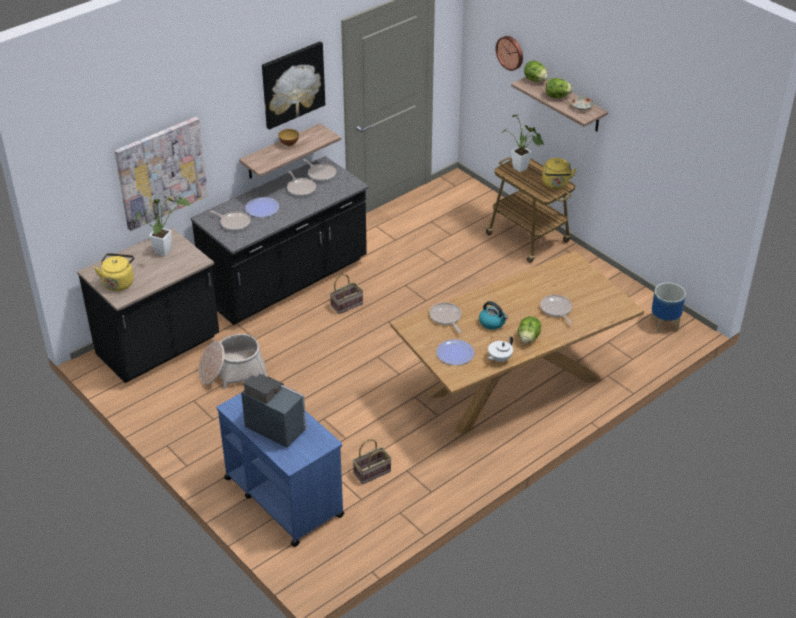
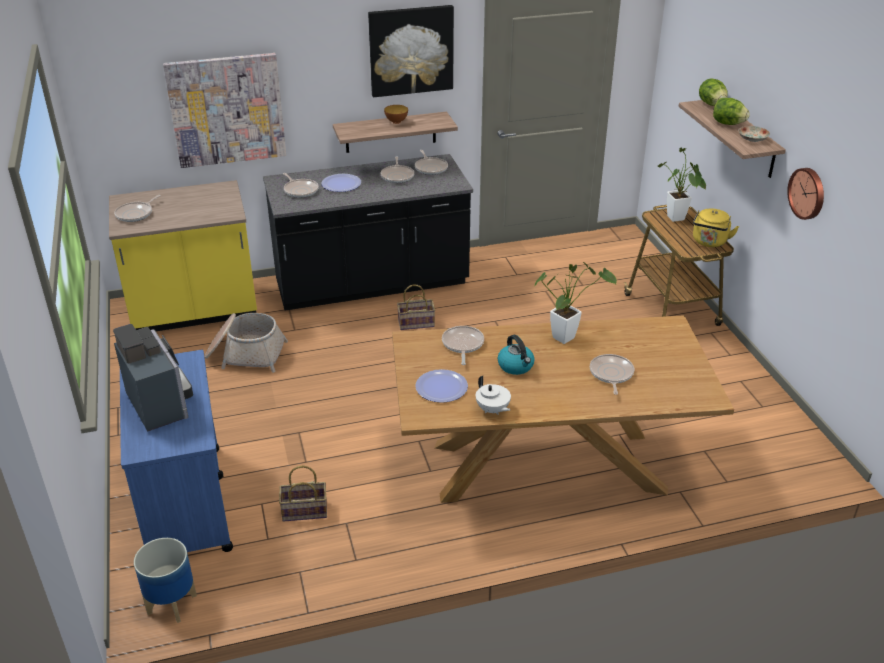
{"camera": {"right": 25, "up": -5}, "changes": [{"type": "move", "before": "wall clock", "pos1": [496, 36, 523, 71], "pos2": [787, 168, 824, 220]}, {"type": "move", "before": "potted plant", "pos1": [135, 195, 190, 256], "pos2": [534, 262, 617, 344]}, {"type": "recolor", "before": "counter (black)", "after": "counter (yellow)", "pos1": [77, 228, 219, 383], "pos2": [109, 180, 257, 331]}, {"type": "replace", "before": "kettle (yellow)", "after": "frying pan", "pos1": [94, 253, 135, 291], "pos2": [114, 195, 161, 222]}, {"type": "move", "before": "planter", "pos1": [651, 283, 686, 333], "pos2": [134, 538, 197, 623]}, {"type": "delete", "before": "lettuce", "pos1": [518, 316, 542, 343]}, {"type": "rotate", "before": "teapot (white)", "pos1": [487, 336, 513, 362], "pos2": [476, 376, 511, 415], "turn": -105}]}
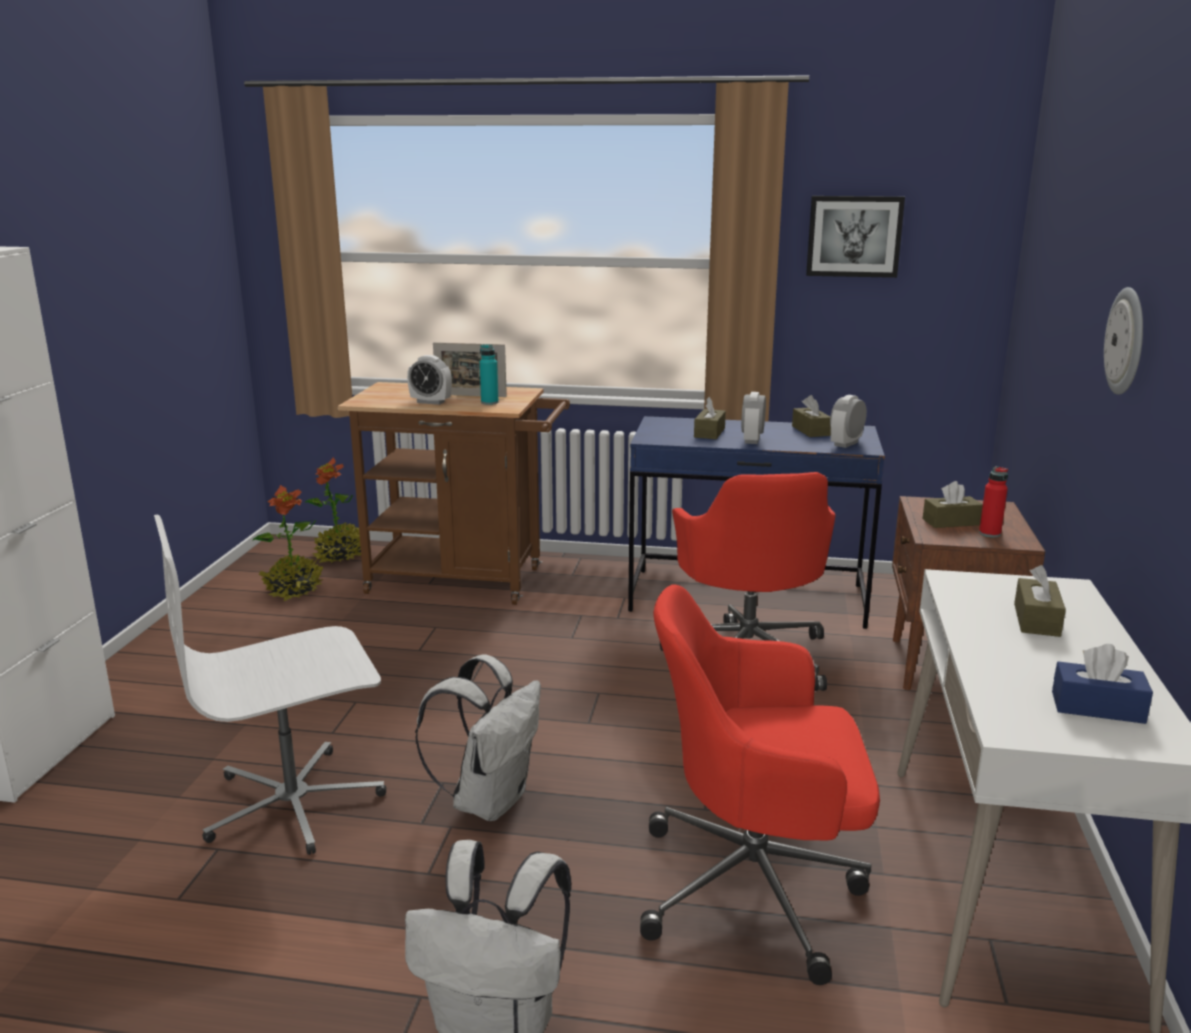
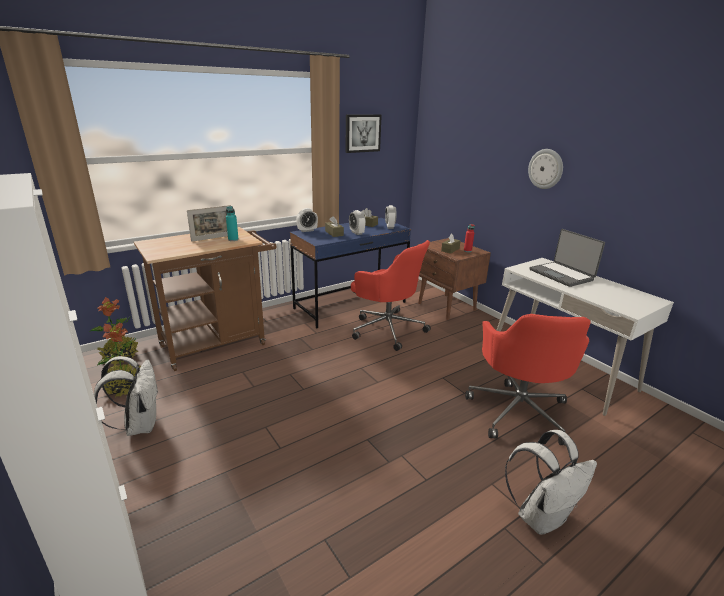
{"camera": {"right": -45, "up": 5}, "changes": [{"type": "move", "before": "alarm clock", "pos1": [407, 355, 452, 405], "pos2": [296, 208, 318, 232]}, {"type": "delete", "before": "office chair (white)", "pos1": [154, 515, 386, 855]}, {"type": "replace", "before": "tissue box (brown)", "after": "laptop", "pos1": [1014, 565, 1066, 637], "pos2": [530, 229, 605, 287]}, {"type": "rotate", "before": "office chair (red)", "pos1": [640, 584, 880, 985], "pos2": [465, 314, 591, 446], "turn": -45}, {"type": "delete", "before": "tissue box (blue)", "pos1": [1052, 644, 1153, 724]}, {"type": "move", "before": "backpack (white)", "pos1": [415, 654, 541, 821], "pos2": [94, 356, 159, 436]}]}
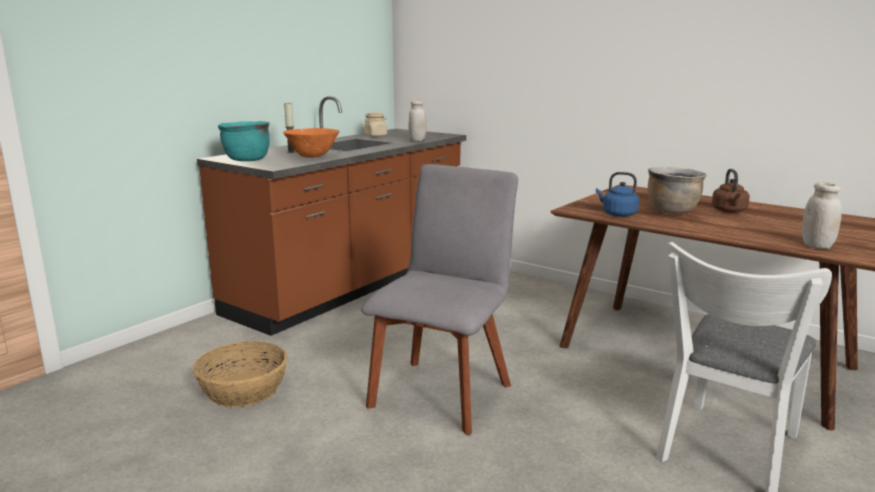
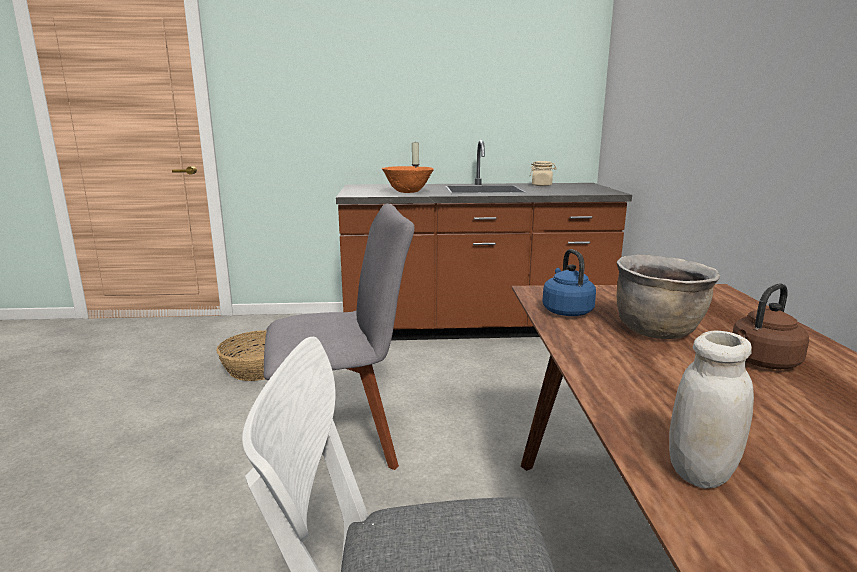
{"camera": {"right": 50, "up": 0}, "changes": [{"type": "delete", "before": "jar (white)", "pos1": [408, 100, 427, 141]}, {"type": "delete", "before": "cooking pot (turquoise)", "pos1": [218, 121, 270, 161]}]}
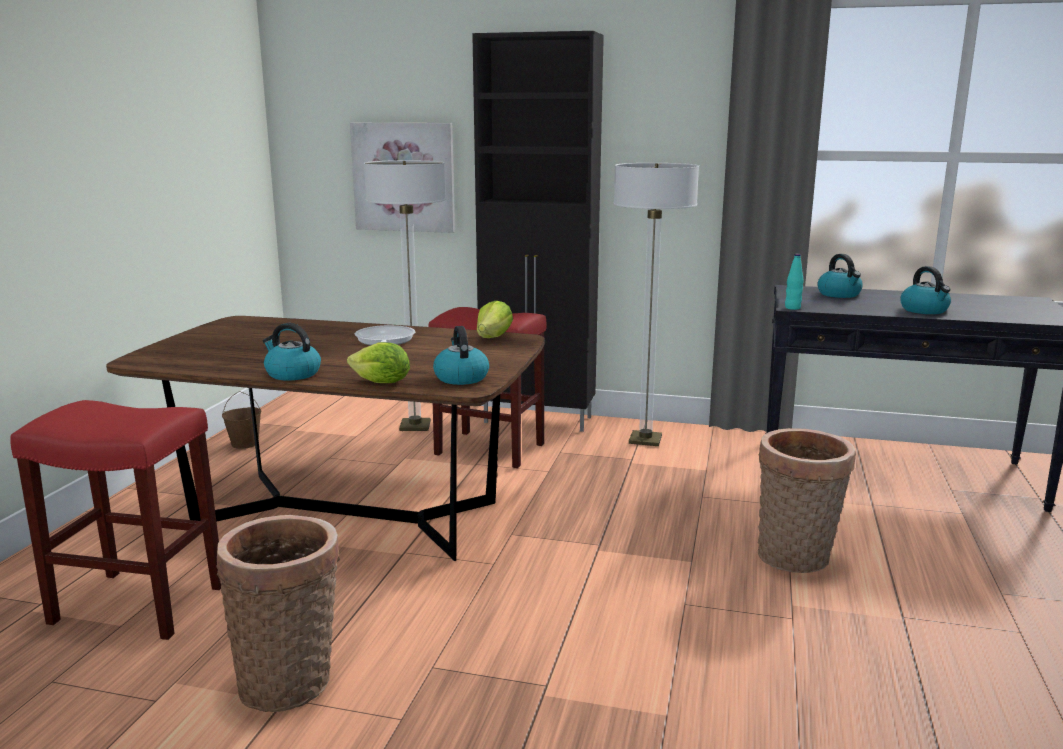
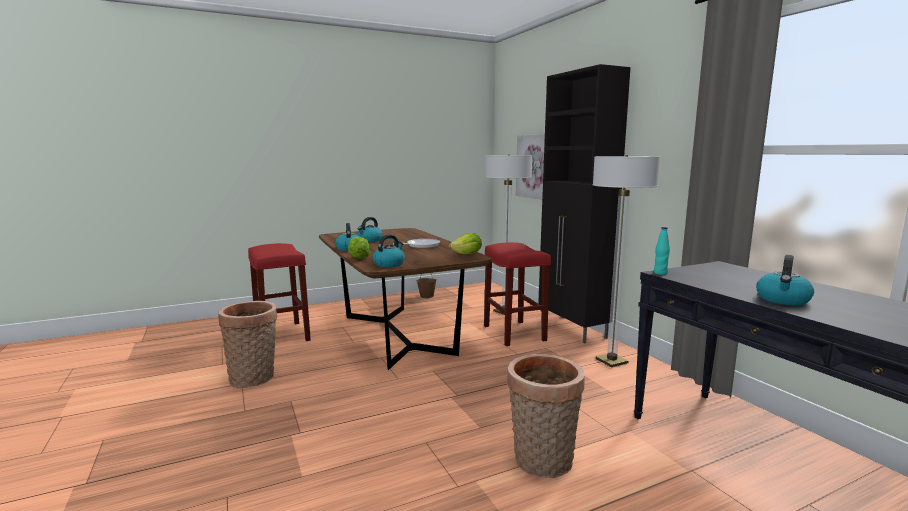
{"camera": {"right": 50, "up": -5}, "changes": [{"type": "move", "before": "kettle", "pos1": [817, 254, 863, 298], "pos2": [357, 217, 383, 242]}]}
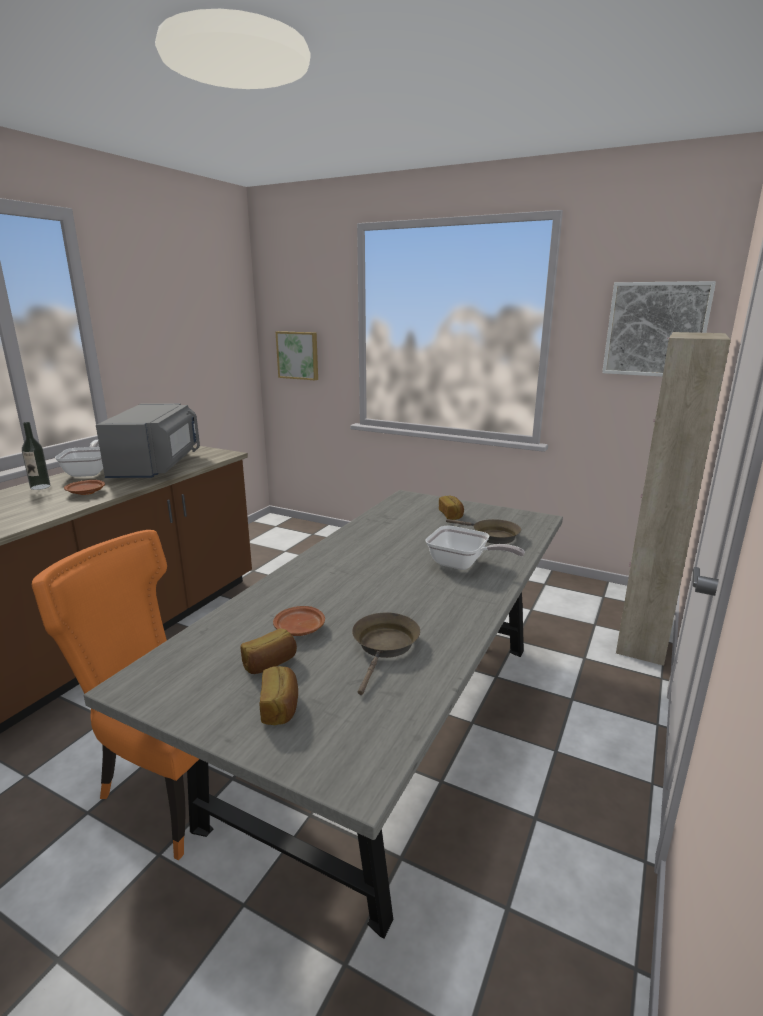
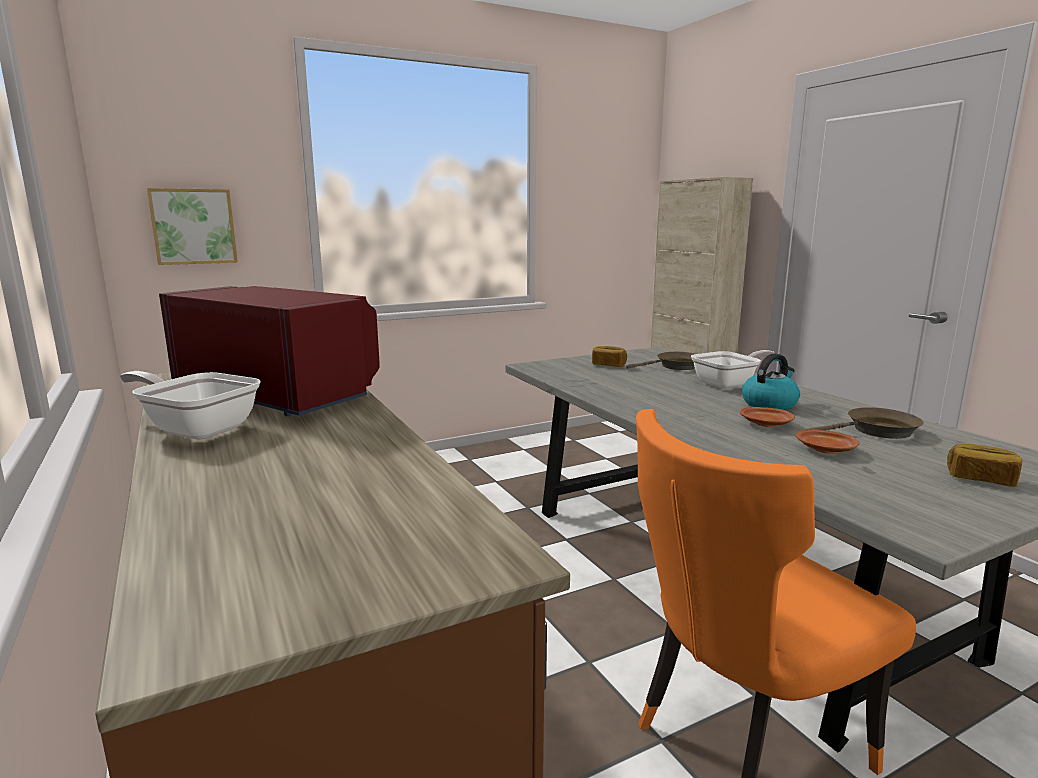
{"camera": {"right": -55, "up": -5}, "changes": [{"type": "delete", "before": "picture", "pos1": [602, 281, 716, 377]}, {"type": "recolor", "before": "microwave (grey)", "after": "microwave (red)", "pos1": [96, 403, 200, 478], "pos2": [159, 286, 380, 416]}, {"type": "delete", "before": "bottle", "pos1": [22, 422, 50, 490]}, {"type": "move", "before": "plate (brown)", "pos1": [64, 480, 105, 495], "pos2": [740, 407, 795, 427]}, {"type": "rotate", "before": "frying pan (brown)", "pos1": [352, 612, 420, 695], "pos2": [806, 407, 924, 439], "turn": 120}, {"type": "delete", "before": "bread", "pos1": [241, 628, 297, 674]}, {"type": "insert", "after": "kettle", "pos2": [742, 353, 800, 410]}]}
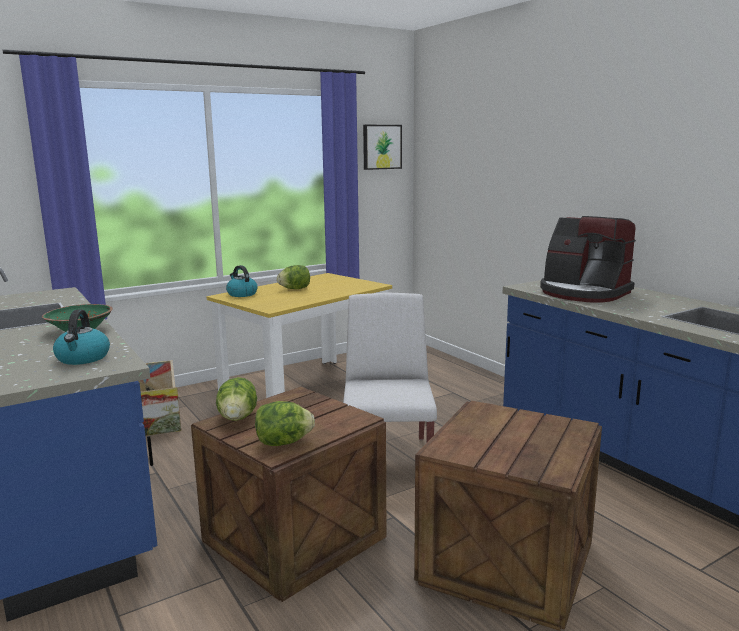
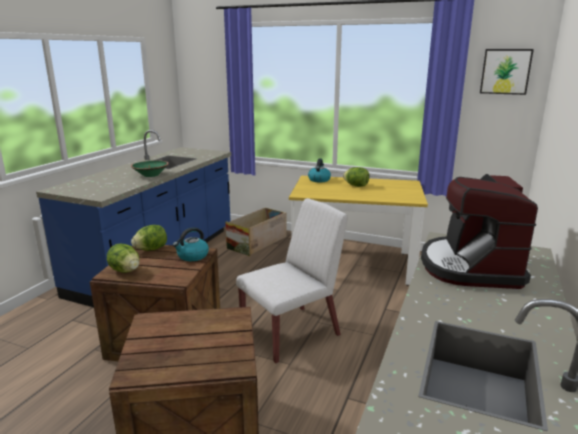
{"camera": {"right": 55, "up": 5}, "changes": [{"type": "move", "before": "kettle", "pos1": [53, 310, 110, 365], "pos2": [173, 227, 209, 261]}]}
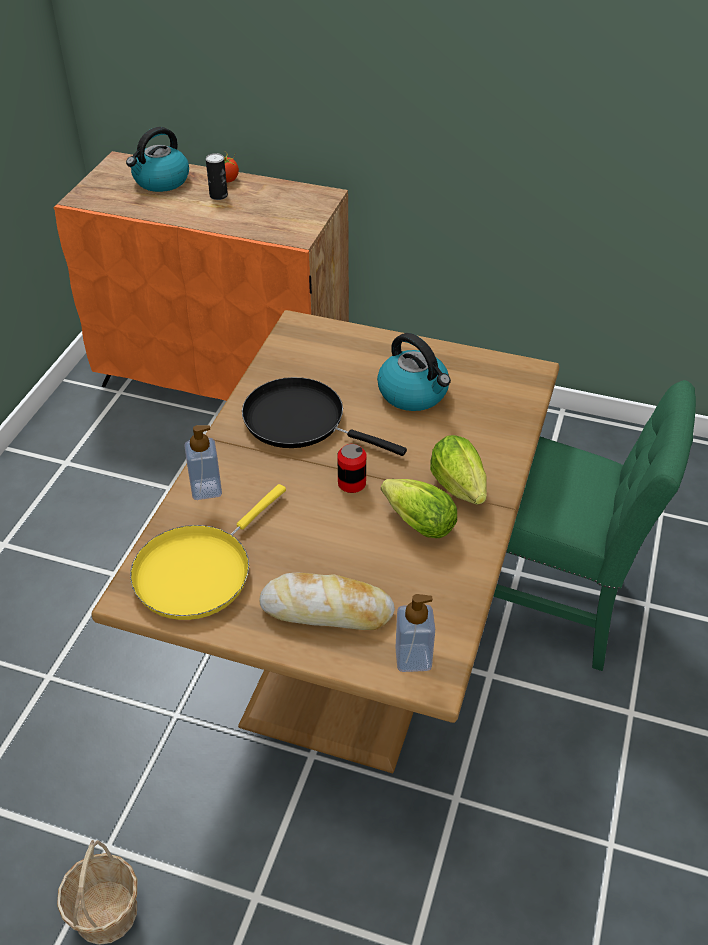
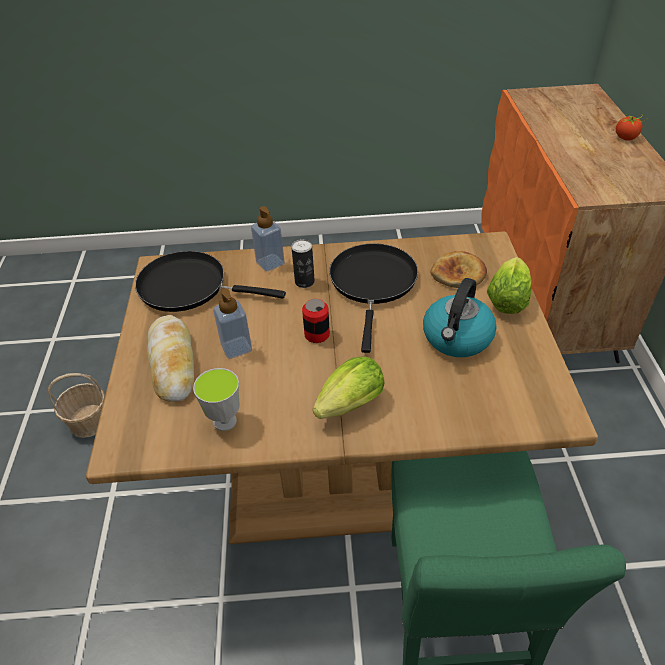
{"camera": {"right": 70, "up": 0}, "changes": [{"type": "delete", "before": "kettle", "pos1": [126, 127, 189, 192]}, {"type": "move", "before": "can", "pos1": [206, 153, 228, 200], "pos2": [291, 239, 315, 288]}, {"type": "move", "before": "lettuce", "pos1": [381, 479, 457, 538], "pos2": [487, 257, 532, 314]}, {"type": "recolor", "before": "frying pan (yellow)", "after": "frying pan (black)", "pos1": [130, 484, 286, 620], "pos2": [135, 251, 286, 312]}, {"type": "move", "before": "soap dispenser", "pos1": [395, 594, 435, 672], "pos2": [213, 289, 252, 359]}, {"type": "insert", "after": "bread", "pos2": [430, 251, 487, 288]}, {"type": "insert", "after": "cup", "pos2": [193, 368, 240, 431]}]}
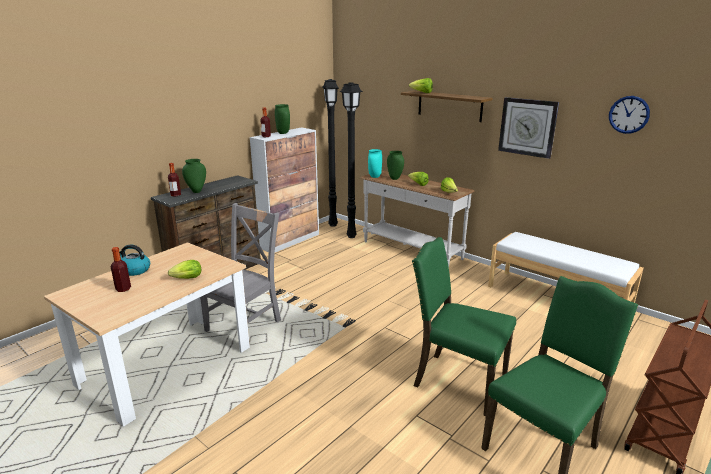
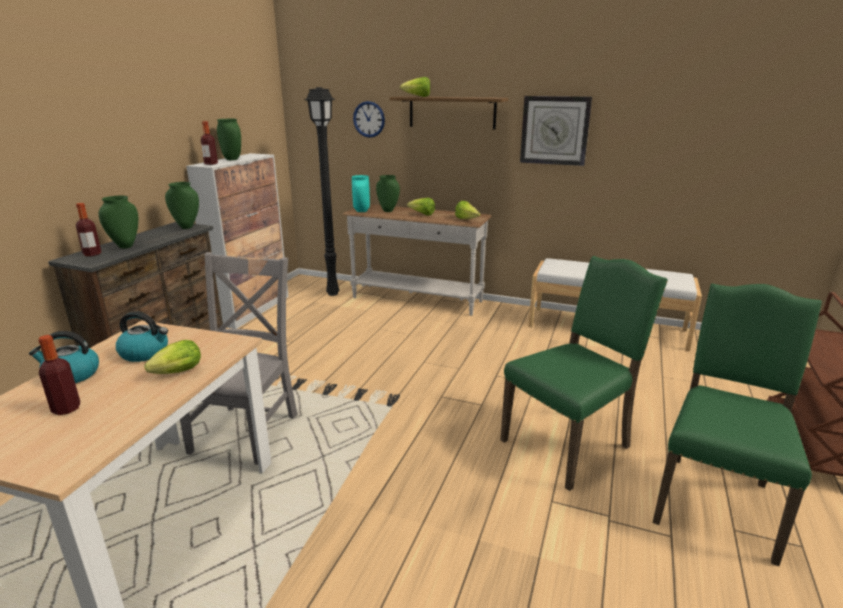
{"camera": {"right": -20, "up": 0}, "changes": [{"type": "delete", "before": "floor lamp (black)", "pos1": [322, 79, 339, 227]}, {"type": "move", "before": "wall clock", "pos1": [609, 96, 650, 134], "pos2": [353, 101, 385, 138]}, {"type": "rotate", "before": "chair (green)", "pos1": [412, 237, 516, 416], "pos2": [500, 256, 668, 491], "turn": 135}, {"type": "insert", "after": "vase (green)", "pos2": [165, 182, 199, 229]}, {"type": "insert", "after": "kettle", "pos2": [116, 312, 168, 362]}]}
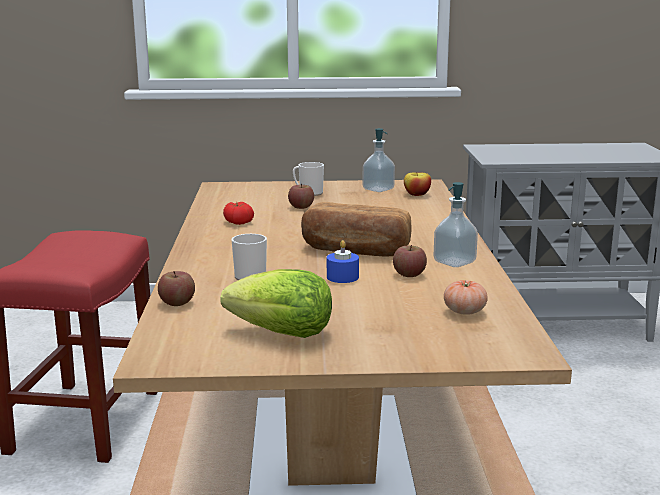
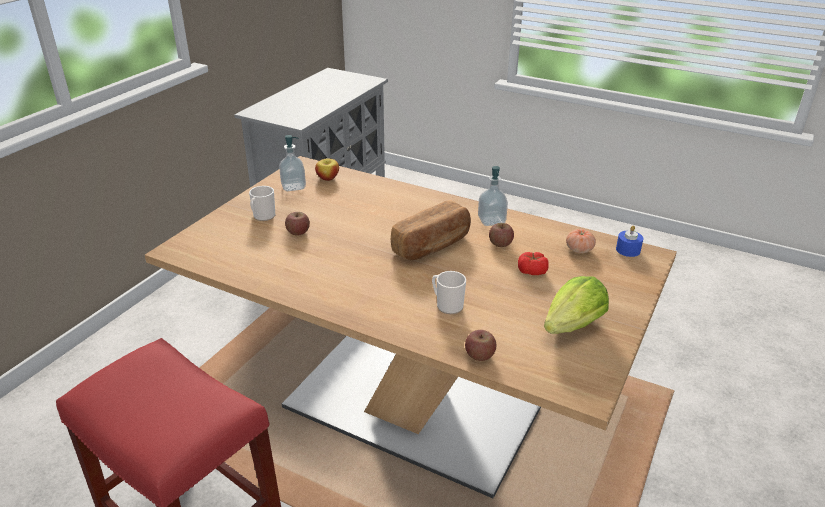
{"camera": {"right": -60, "up": 15}, "changes": [{"type": "move", "before": "tomato", "pos1": [223, 202, 254, 225], "pos2": [518, 252, 549, 275]}, {"type": "move", "before": "candle (blue)", "pos1": [327, 240, 359, 283], "pos2": [616, 225, 643, 257]}]}
